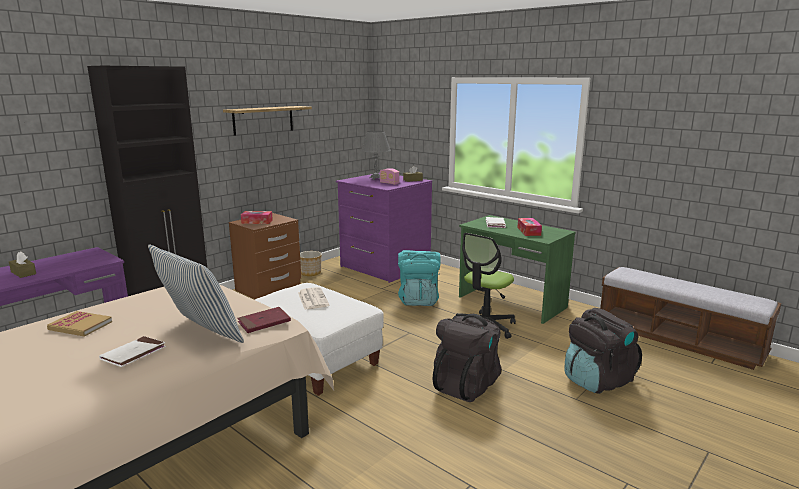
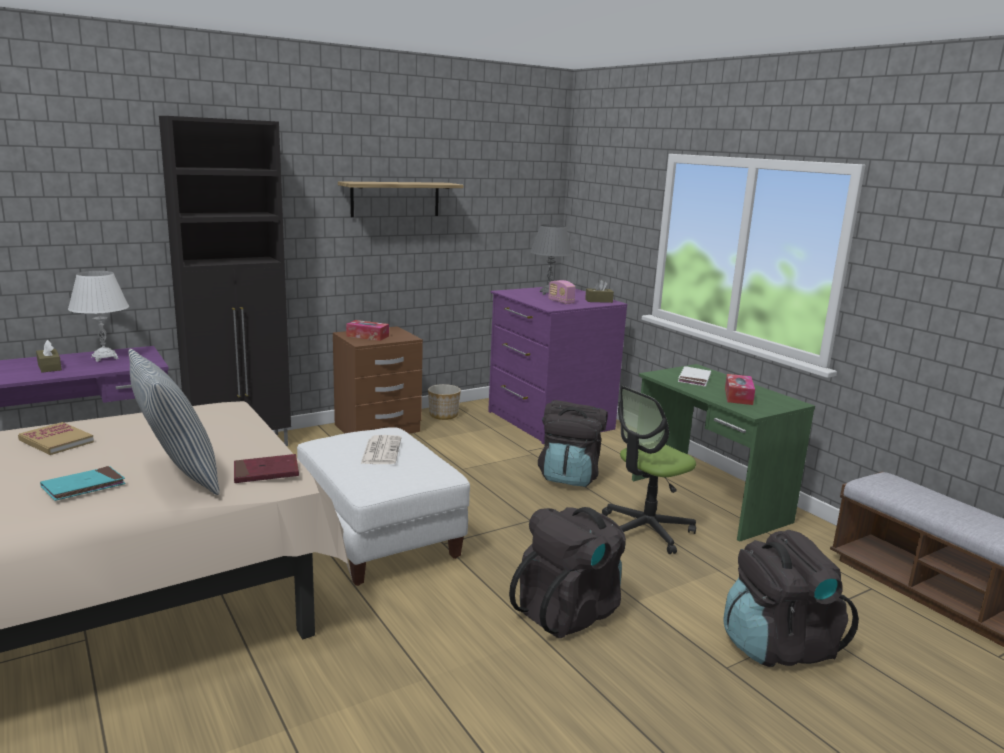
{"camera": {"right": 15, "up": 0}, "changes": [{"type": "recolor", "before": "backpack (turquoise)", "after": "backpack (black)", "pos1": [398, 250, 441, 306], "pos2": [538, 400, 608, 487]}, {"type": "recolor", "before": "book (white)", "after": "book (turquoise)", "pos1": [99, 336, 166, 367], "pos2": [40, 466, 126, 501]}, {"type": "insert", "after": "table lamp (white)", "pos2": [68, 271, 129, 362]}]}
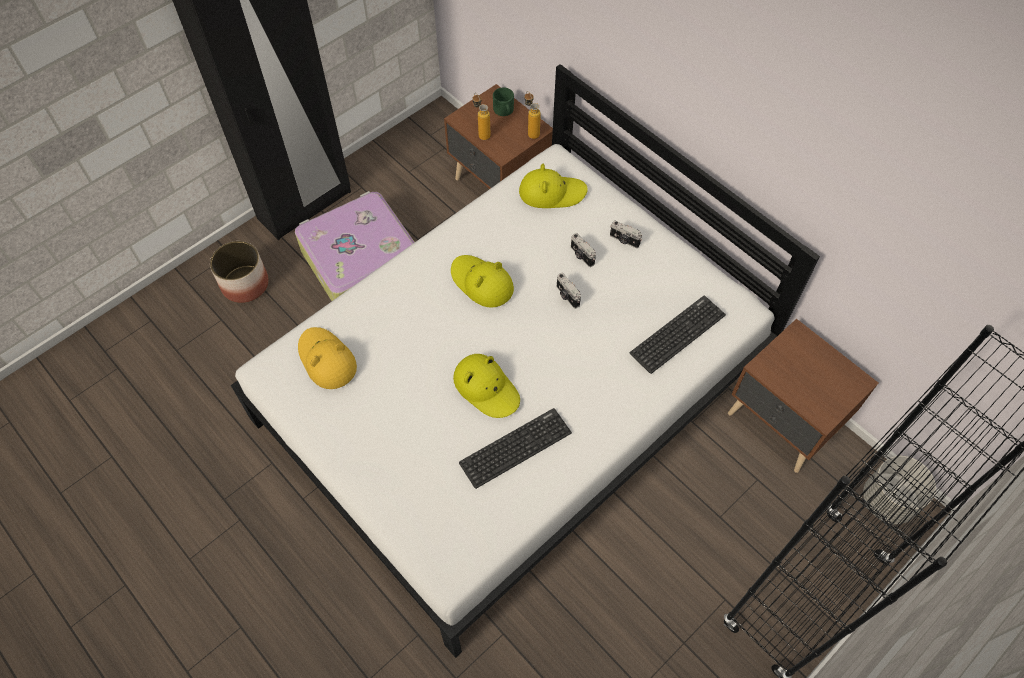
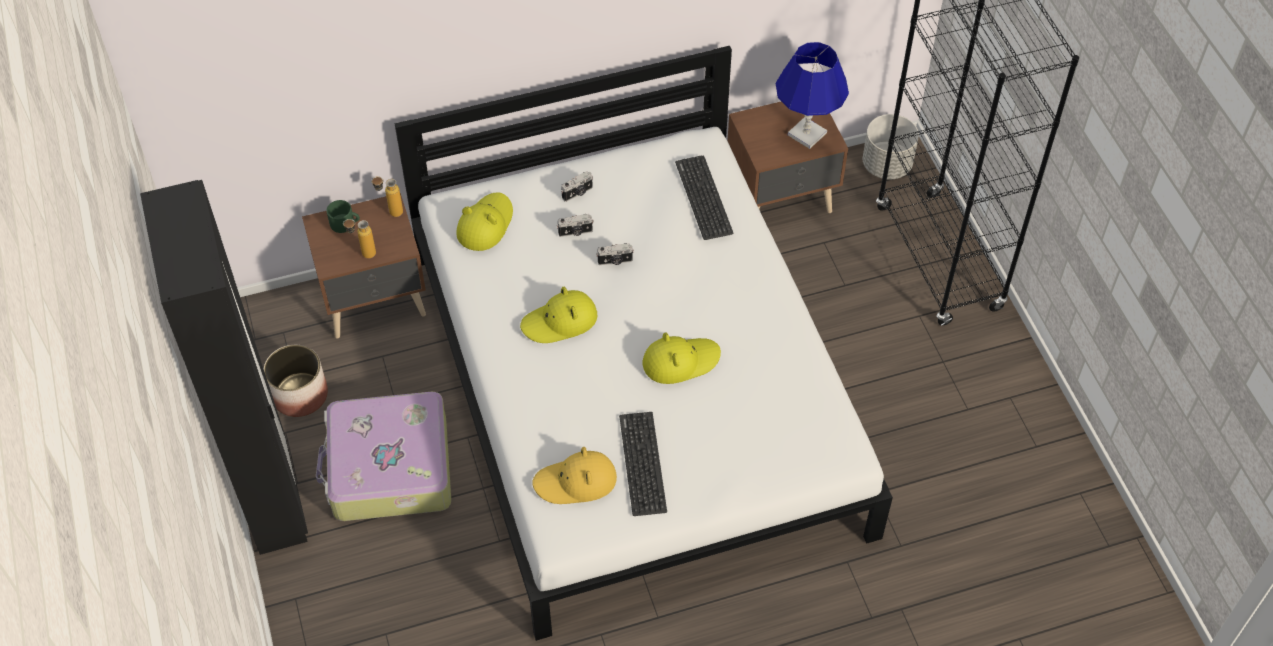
{"camera": {"right": -65, "up": -5}, "changes": [{"type": "move", "before": "planter", "pos1": [210, 241, 269, 303], "pos2": [264, 345, 328, 417]}, {"type": "move", "before": "keyboard", "pos1": [459, 408, 572, 489], "pos2": [619, 412, 667, 516]}, {"type": "insert", "after": "table lamp (blue)", "pos2": [776, 42, 849, 149]}]}
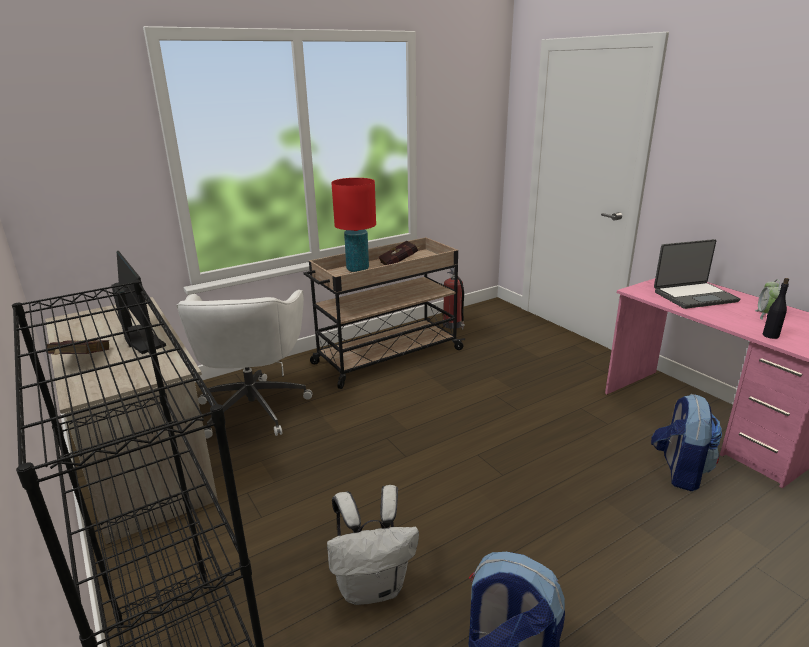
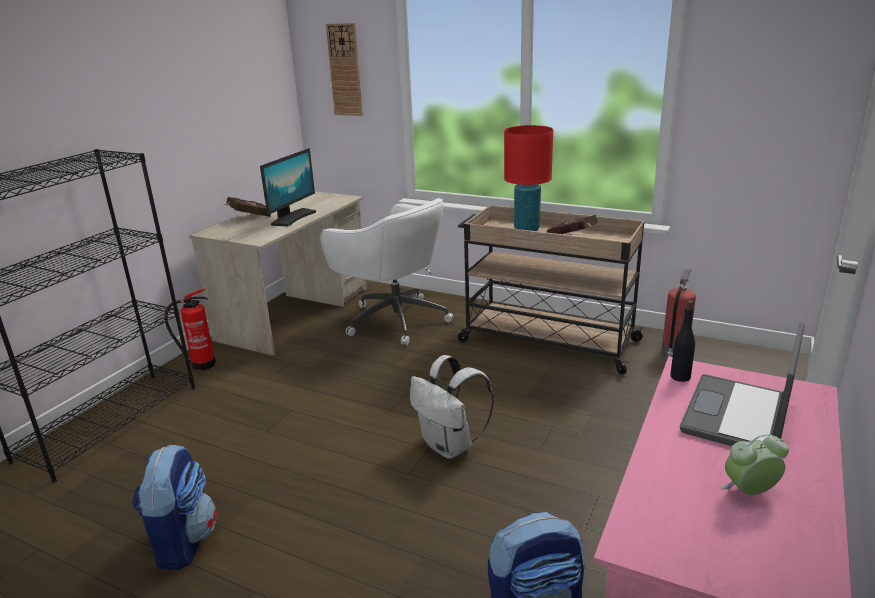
{"camera": {"right": 60, "up": 0}, "changes": [{"type": "rotate", "before": "laptop", "pos1": [654, 239, 740, 309], "pos2": [680, 323, 805, 446], "turn": 75}, {"type": "move", "before": "bottle (black)", "pos1": [763, 278, 789, 339], "pos2": [670, 300, 695, 382]}, {"type": "rotate", "before": "office chair (white)", "pos1": [176, 290, 313, 438], "pos2": [320, 198, 454, 345], "turn": -105}, {"type": "move", "before": "backpack (white)", "pos1": [327, 485, 419, 605], "pos2": [410, 355, 494, 459]}, {"type": "insert", "after": "wall clock", "pos2": [326, 23, 363, 116]}, {"type": "insert", "after": "fire extinguisher", "pos2": [164, 288, 216, 370]}]}
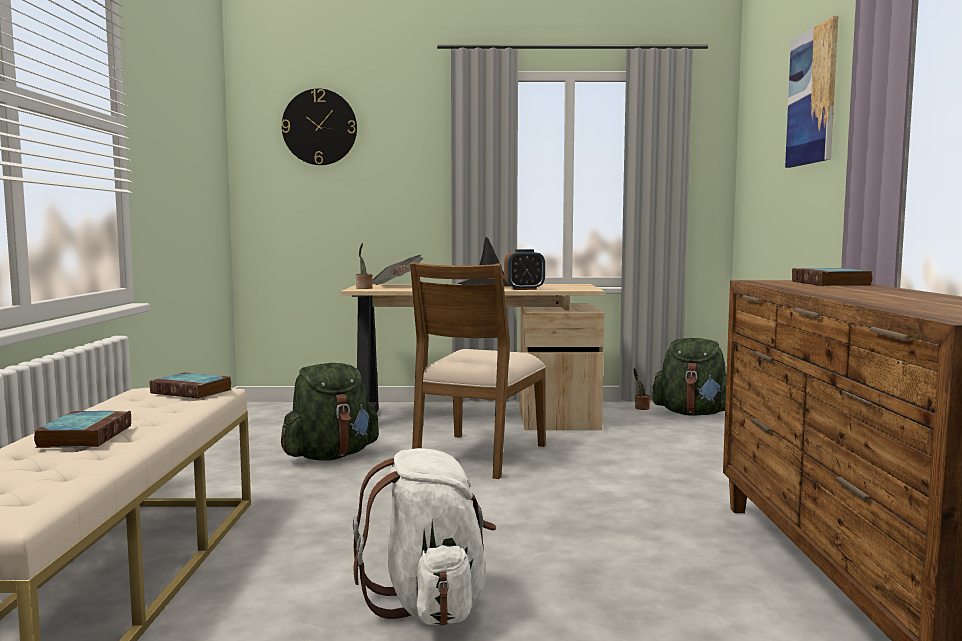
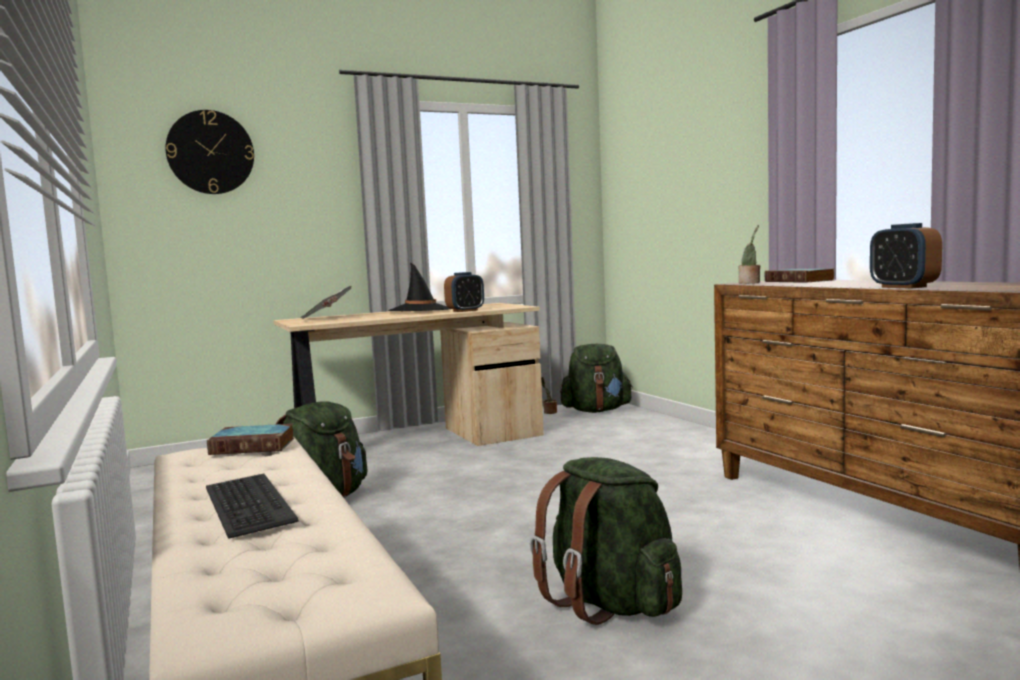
{"camera": {"right": -25, "up": 0}, "changes": [{"type": "delete", "before": "picture", "pos1": [785, 16, 838, 168]}, {"type": "move", "before": "potted plant", "pos1": [356, 243, 372, 289], "pos2": [739, 225, 760, 284]}, {"type": "delete", "before": "chair (brown)", "pos1": [410, 262, 546, 479]}, {"type": "replace", "before": "book", "after": "keyboard", "pos1": [34, 411, 131, 448], "pos2": [206, 474, 298, 539]}, {"type": "recolor", "before": "backpack (white)", "after": "backpack (green)", "pos1": [353, 448, 496, 626], "pos2": [530, 457, 682, 625]}, {"type": "insert", "after": "alarm clock", "pos2": [870, 223, 942, 289]}]}
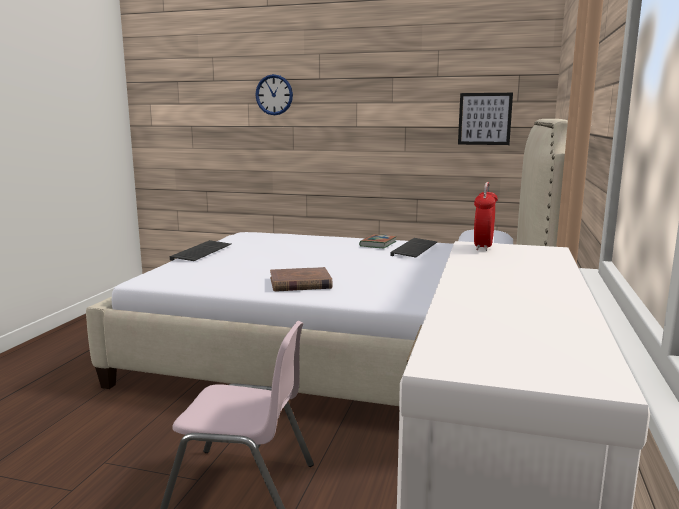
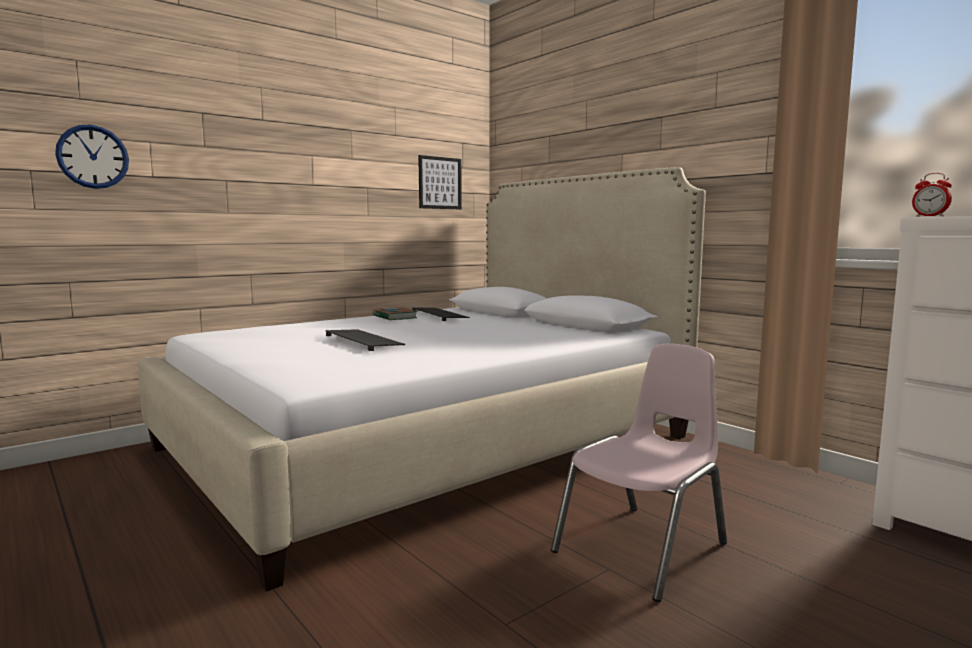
{"camera": {"right": -55, "up": -5}, "changes": [{"type": "move", "before": "wall clock", "pos1": [255, 74, 293, 115], "pos2": [55, 125, 129, 189]}, {"type": "move", "before": "keyboard", "pos1": [169, 240, 231, 261], "pos2": [325, 329, 405, 351]}, {"type": "delete", "before": "book (brown)", "pos1": [270, 267, 333, 292]}]}
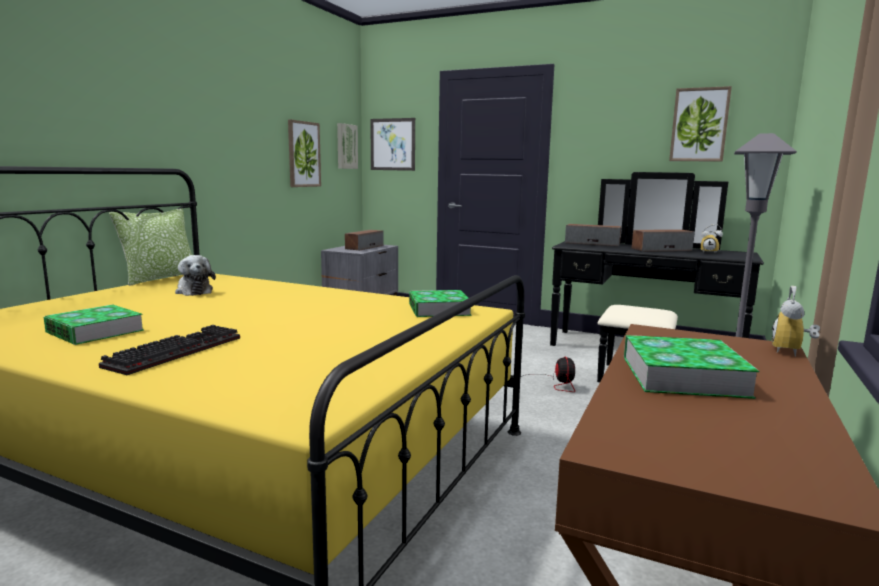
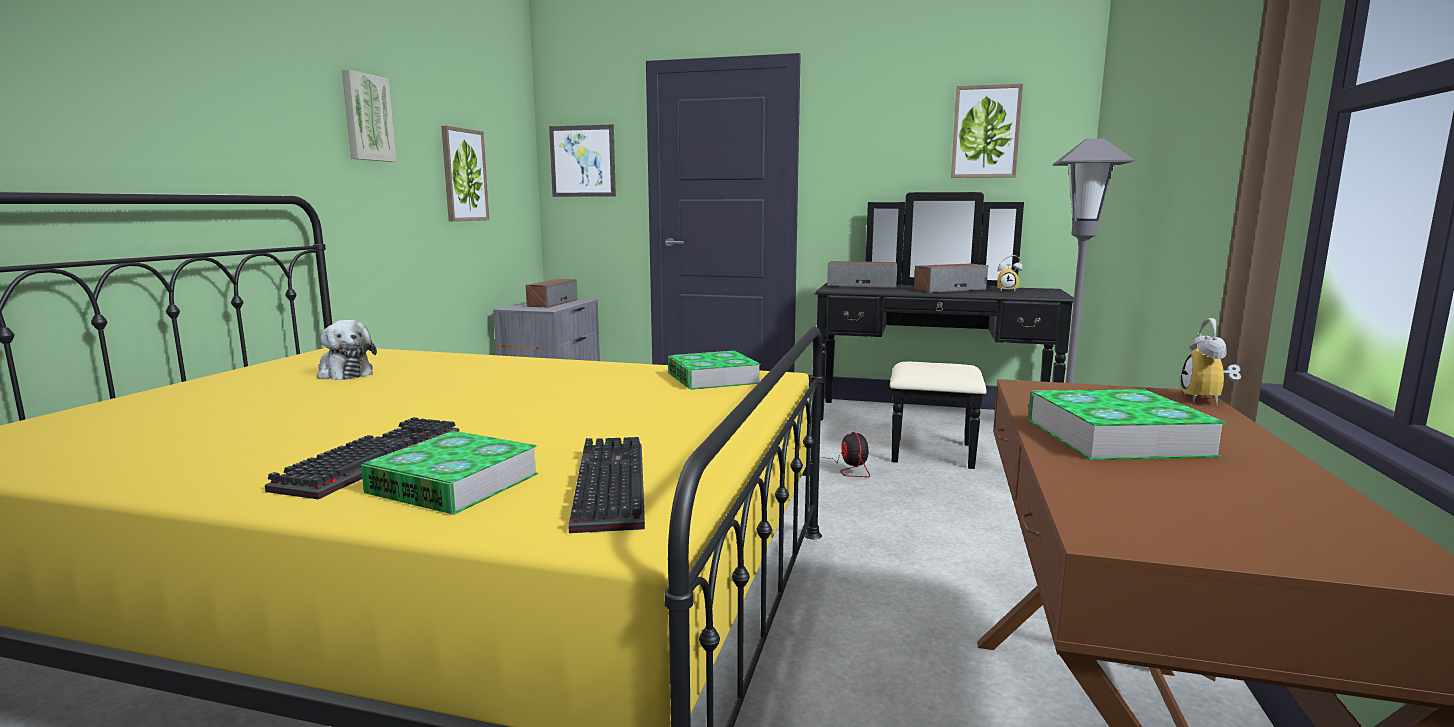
{"camera": {"right": -10, "up": 0}, "changes": [{"type": "move", "before": "picture", "pos1": [337, 123, 358, 169], "pos2": [342, 70, 396, 162]}, {"type": "delete", "before": "pillow", "pos1": [109, 208, 193, 286]}, {"type": "move", "before": "book", "pos1": [44, 304, 144, 345], "pos2": [361, 431, 538, 515]}, {"type": "insert", "after": "keyboard", "pos2": [568, 437, 645, 533]}]}
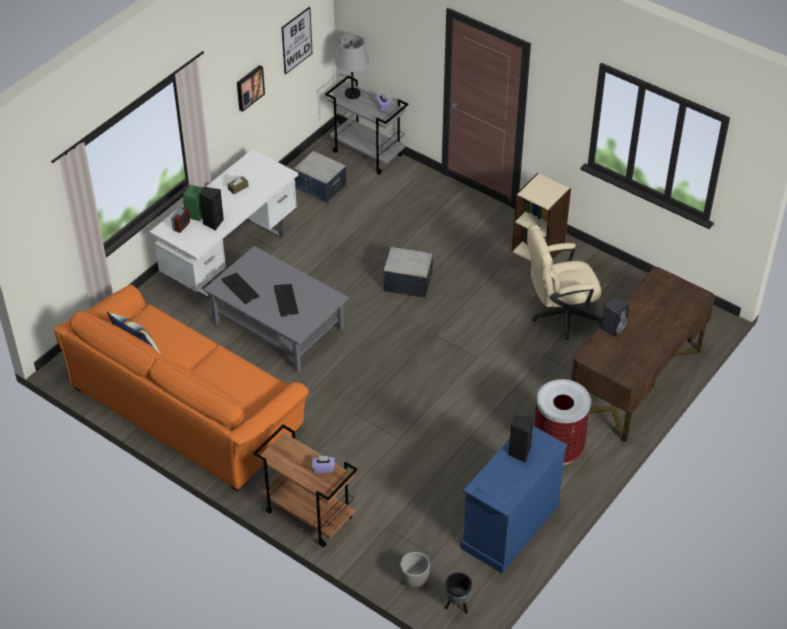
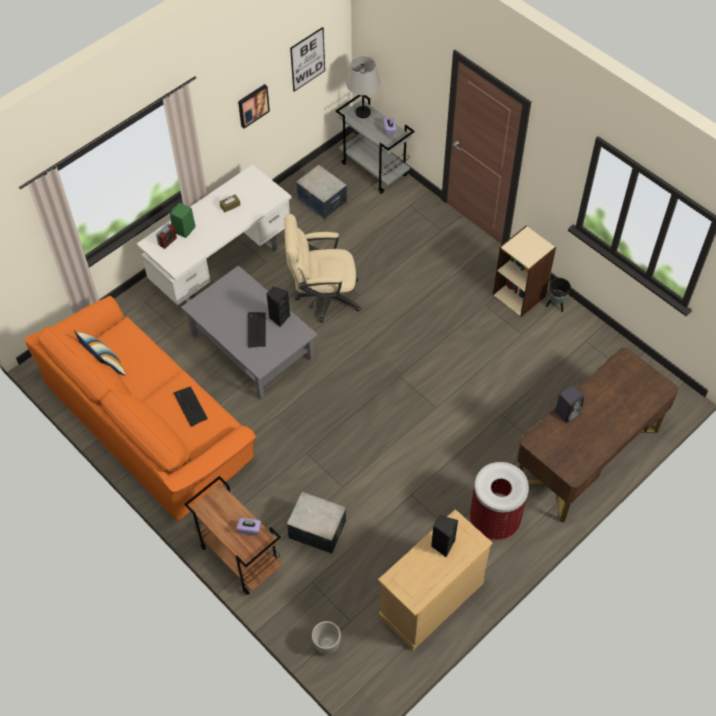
{"camera": {"right": 10, "up": 10}, "changes": [{"type": "move", "before": "speaker (black)", "pos1": [199, 187, 224, 231], "pos2": [267, 287, 290, 327]}, {"type": "move", "before": "office chair (beige)", "pos1": [527, 224, 602, 340], "pos2": [285, 214, 361, 323]}, {"type": "move", "before": "storage box", "pos1": [383, 247, 434, 298], "pos2": [287, 492, 347, 554]}, {"type": "move", "before": "keyboard", "pos1": [222, 273, 260, 304], "pos2": [174, 386, 208, 427]}, {"type": "recolor", "before": "dresser (blue)", "after": "dresser (beige)", "pos1": [461, 426, 567, 573], "pos2": [377, 509, 493, 650]}, {"type": "move", "before": "planter (black)", "pos1": [445, 572, 472, 613], "pos2": [546, 278, 571, 312]}]}
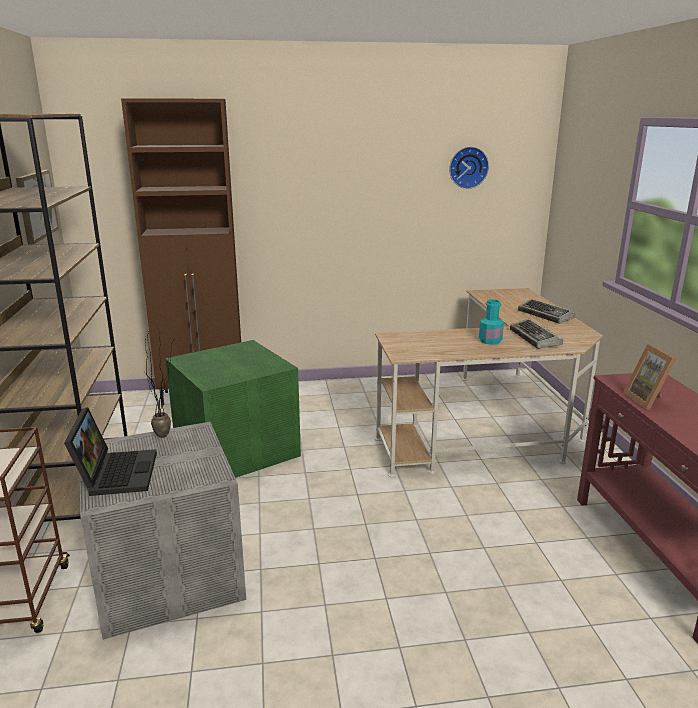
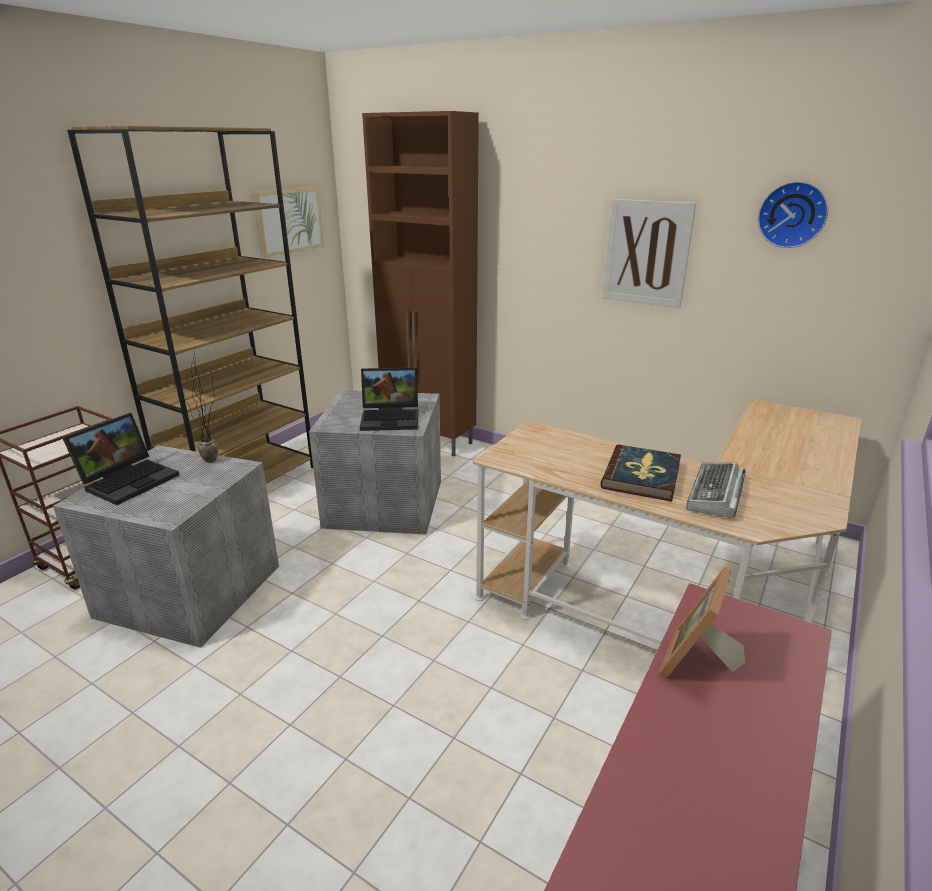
{"camera": {"right": 40, "up": 5}, "changes": [{"type": "replace", "before": "bottle (turquoise)", "after": "book", "pos1": [479, 299, 504, 345], "pos2": [601, 444, 681, 502]}, {"type": "delete", "before": "keyboard", "pos1": [518, 299, 576, 324]}, {"type": "recolor", "before": "storage box (green)", "after": "storage box (grey)", "pos1": [165, 340, 301, 478], "pos2": [309, 390, 441, 535]}, {"type": "insert", "after": "picture", "pos2": [602, 199, 696, 308]}, {"type": "insert", "after": "laptop", "pos2": [360, 367, 418, 431]}]}
